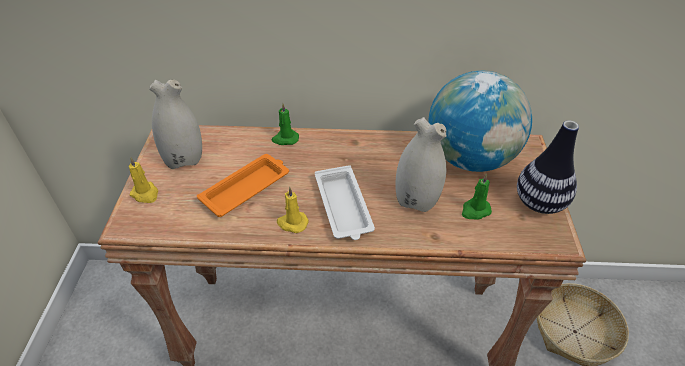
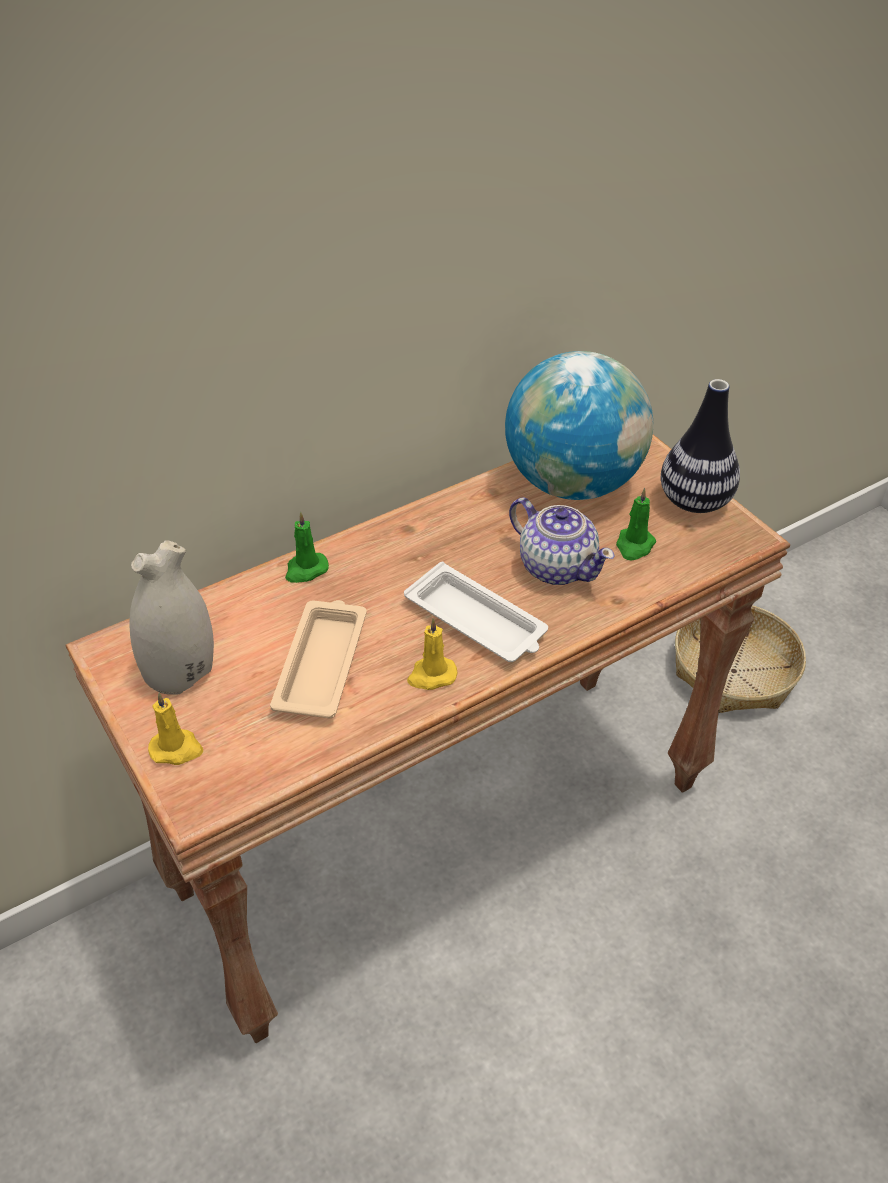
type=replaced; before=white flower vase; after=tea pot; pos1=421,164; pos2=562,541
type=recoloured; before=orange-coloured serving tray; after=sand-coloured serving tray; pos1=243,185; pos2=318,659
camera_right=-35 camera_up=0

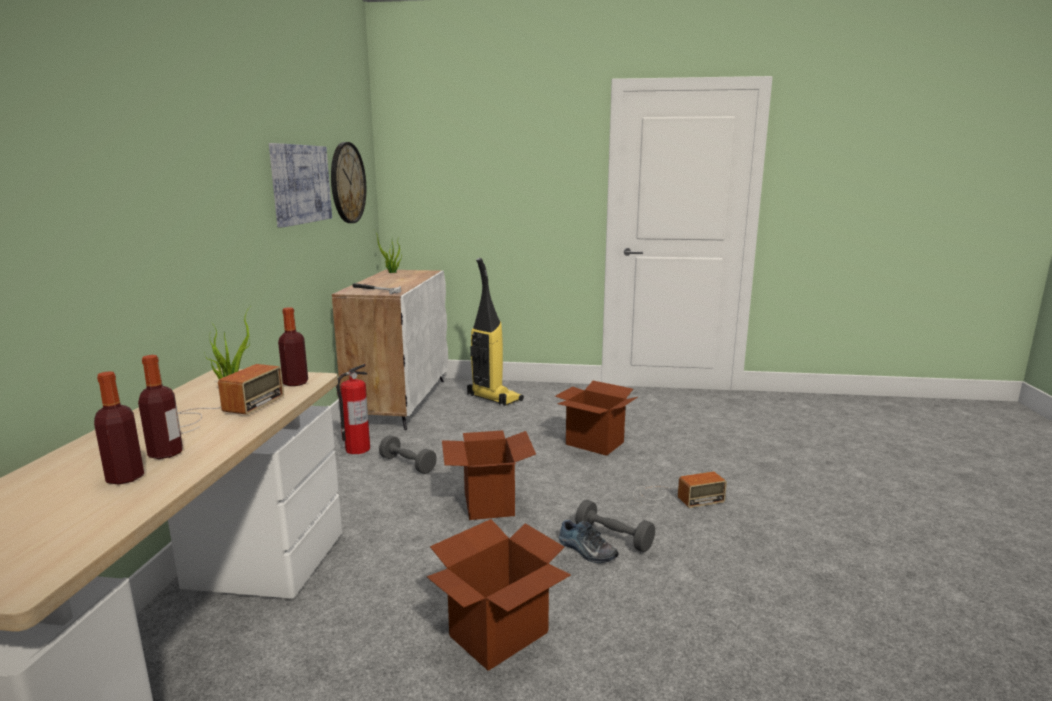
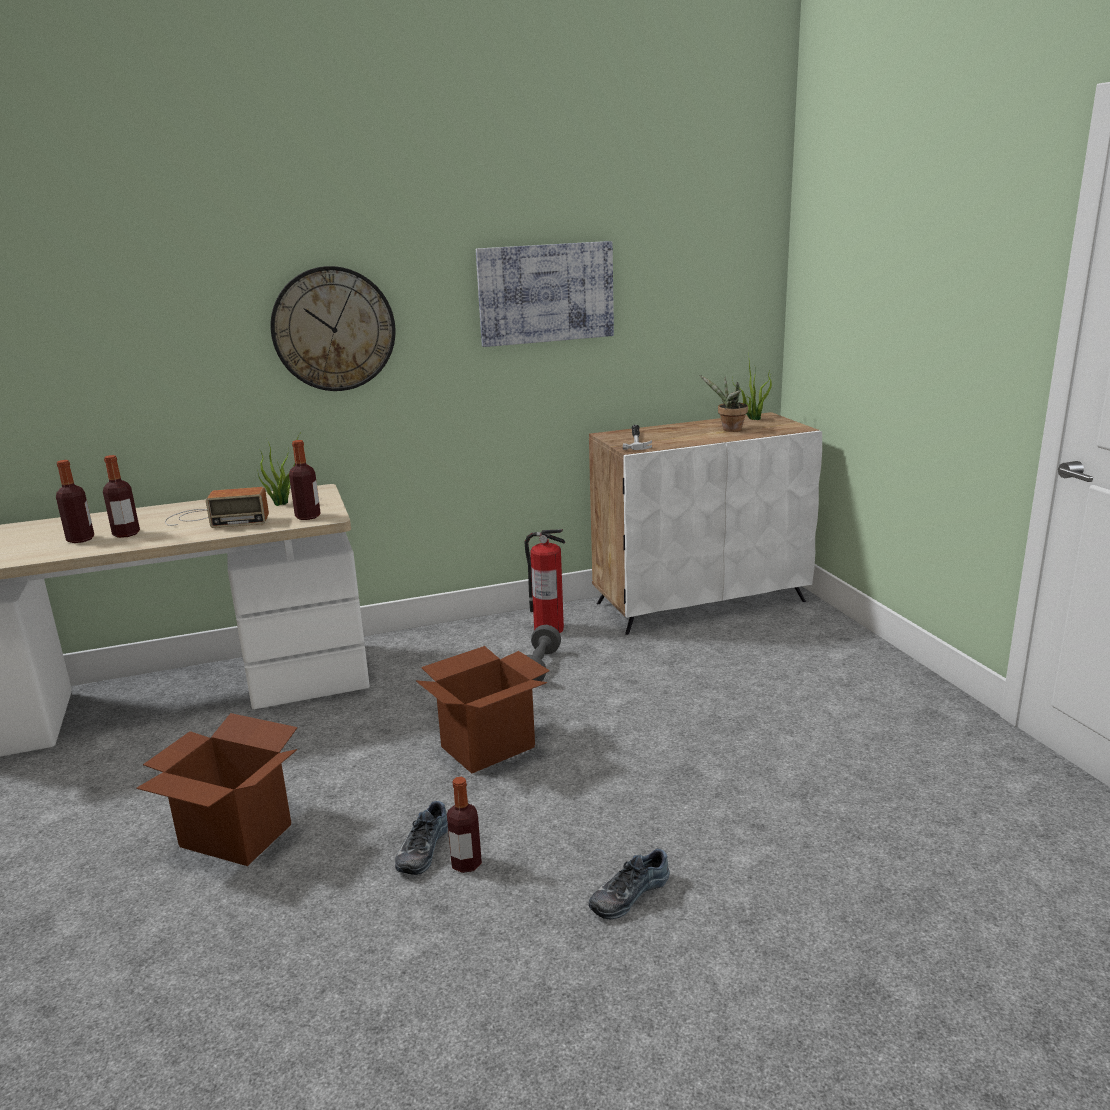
type=removed; before=vacuum; pos1=495,332
type=removed; before=carton; pos1=596,418
type=added; after=houseplant; pos2=723,403
type=moved; before=hanging clock; pos1=348,182; pos2=333,328
type=replaced; before=greyish hand weight; after=drink bottle; pos1=615,526; pos2=464,825
type=replaced; before=radio receiver; after=shoe; pos1=680,490; pos2=629,884
camera_right=65 camera_up=5

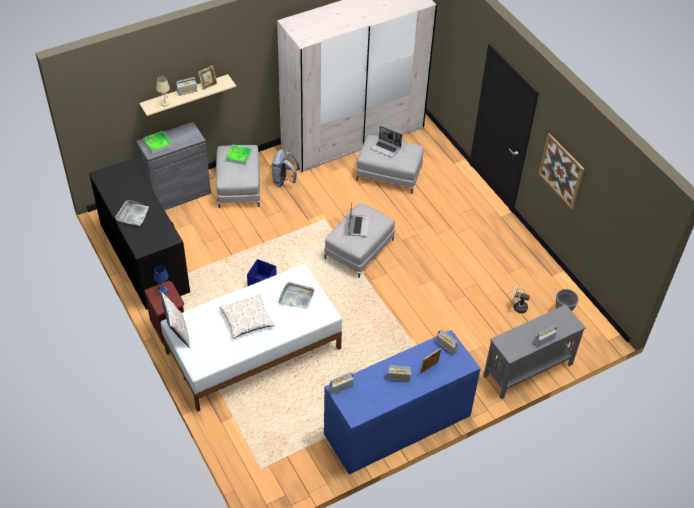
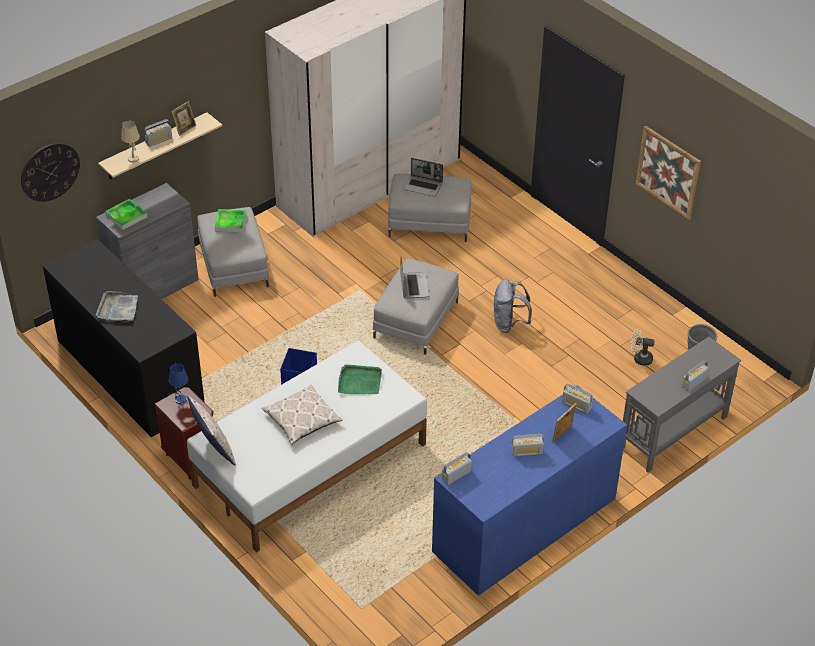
type=added; after=hanging clock; pos2=50,172
type=moved; before=greyish rucksack; pos1=285,168; pos2=513,306
type=recoloured; before=greyish serving tray; after=greenish serving tray; pos1=296,295; pos2=360,379
camera_right=-10 camera_up=-5

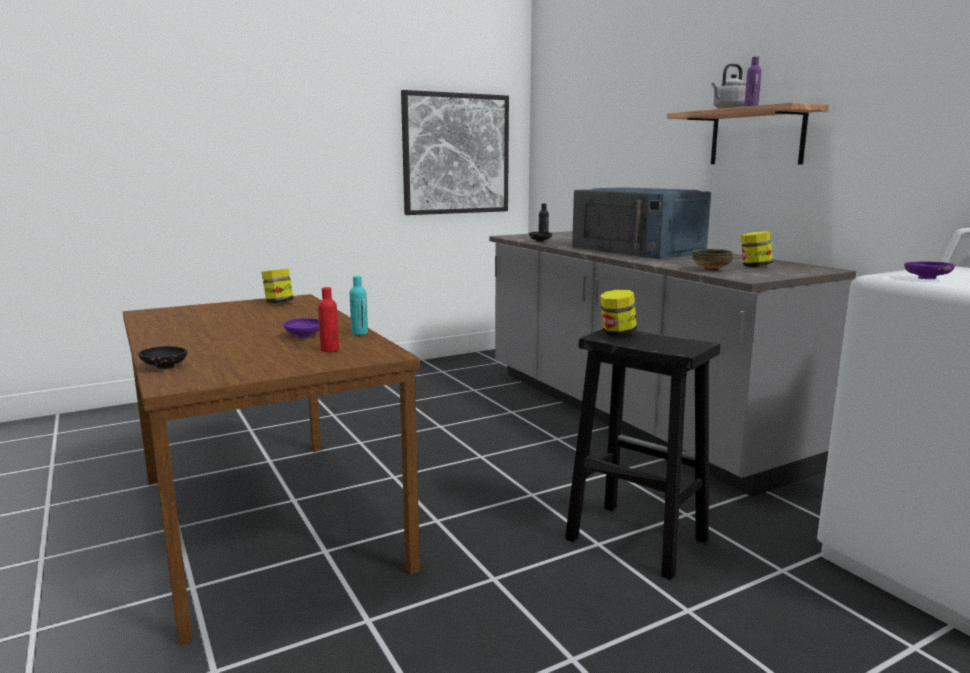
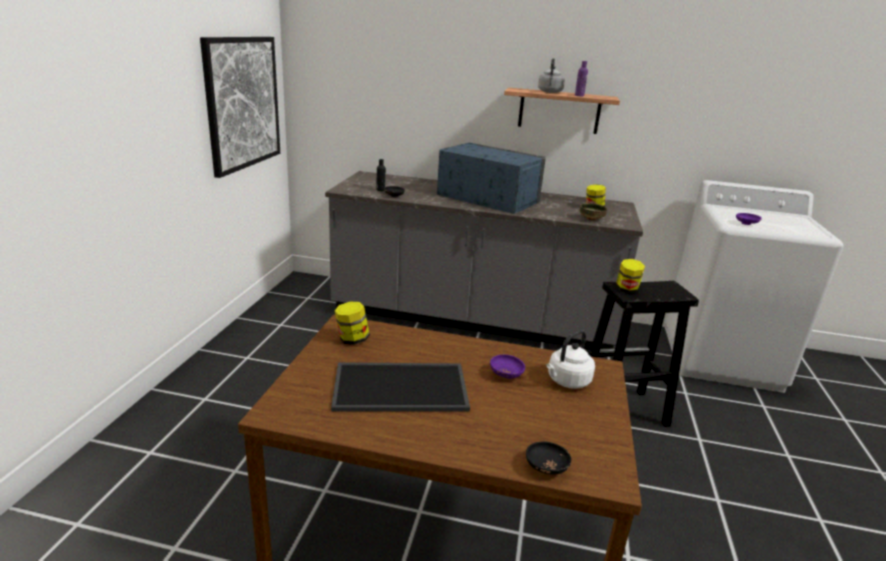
type=removed; before=turquoise drink bottle; pos1=359,305
type=added; after=serving tray; pos2=400,387
type=replaced; before=red-coloured drink bottle; after=white kettle; pos1=328,319; pos2=570,359
type=turned; before=bluish microwave; pos1=641,223; pos2=491,178; turn=-150
camera_right=-50 camera_up=10

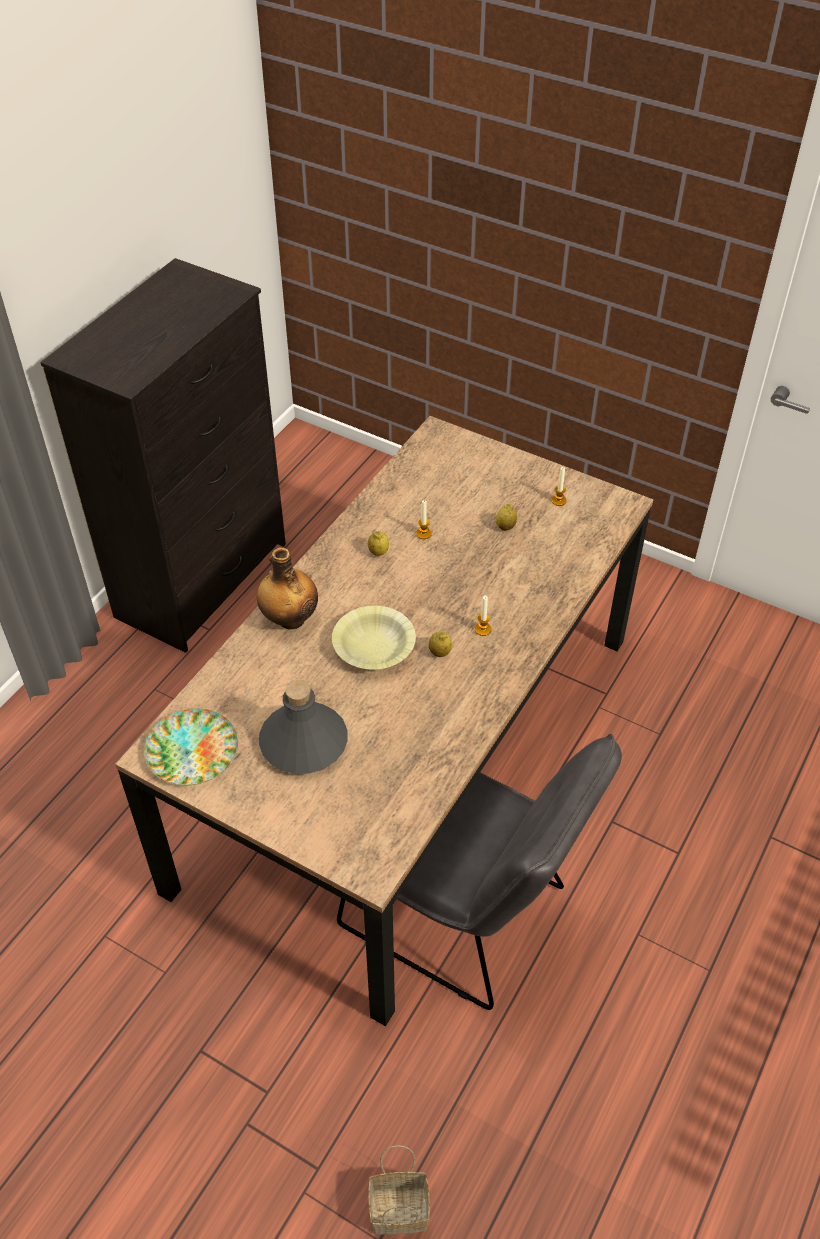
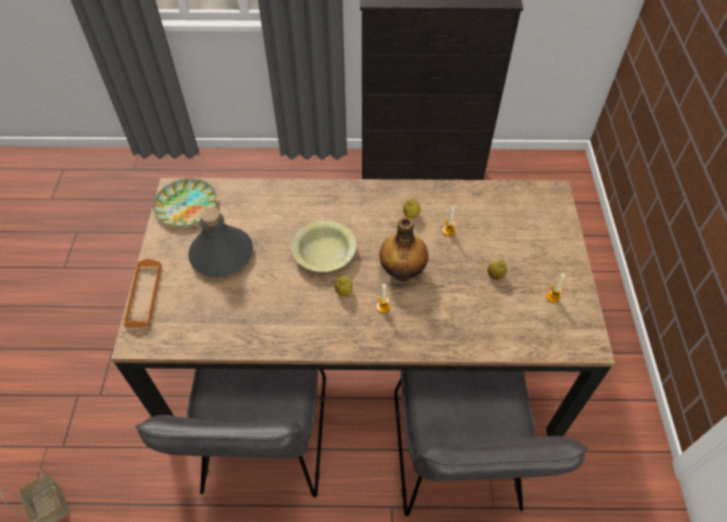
type=added; after=orange-coloured serving tray; pos2=142,293
type=added; after=greyish upright chair; pos2=491,443
type=moved; before=drink bottle; pos1=287,588; pos2=404,249
camera_right=60 camera_up=5

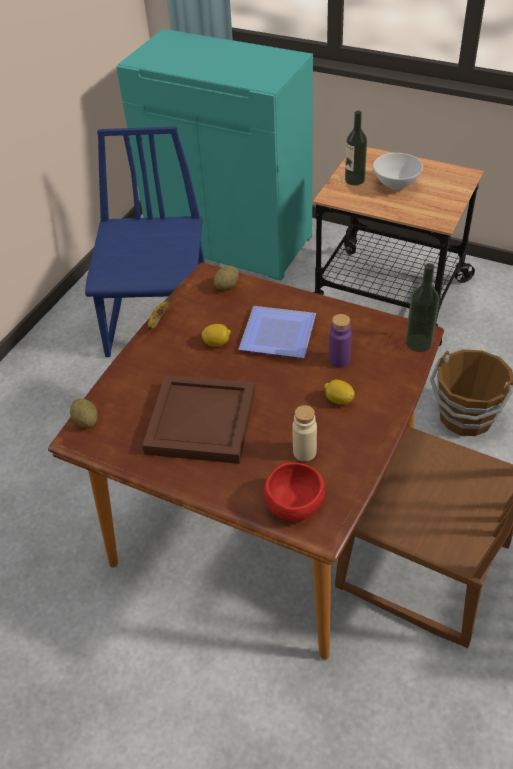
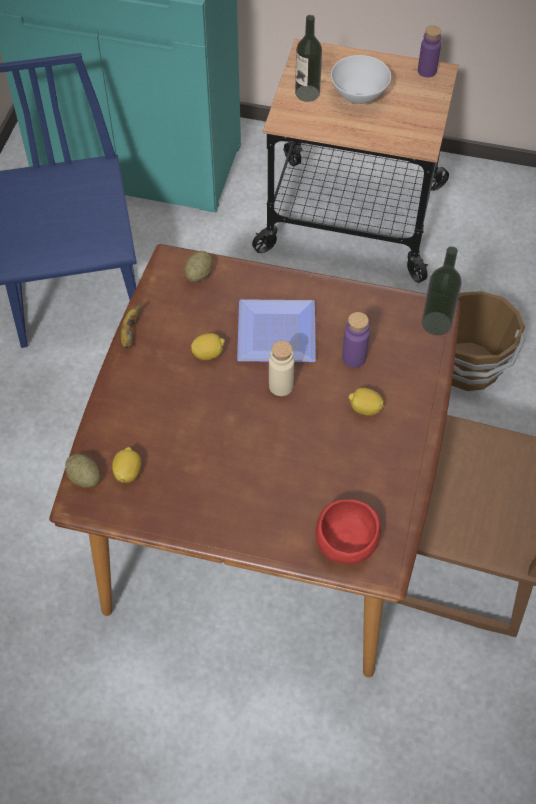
type=removed; before=brown serving tray; pos1=198,419
type=added; after=whole lemon; pos2=126,465
type=added; after=purplish drink bottle; pos2=429,51
type=moved; before=sand-coloured drink bottle; pos1=305,433; pos2=281,368
camera_right=-15 camera_up=10

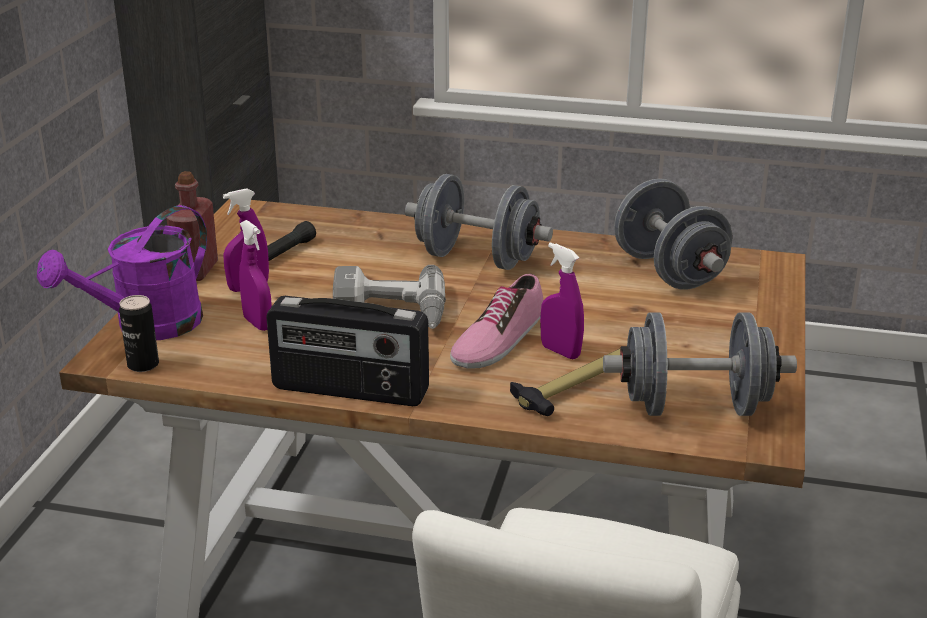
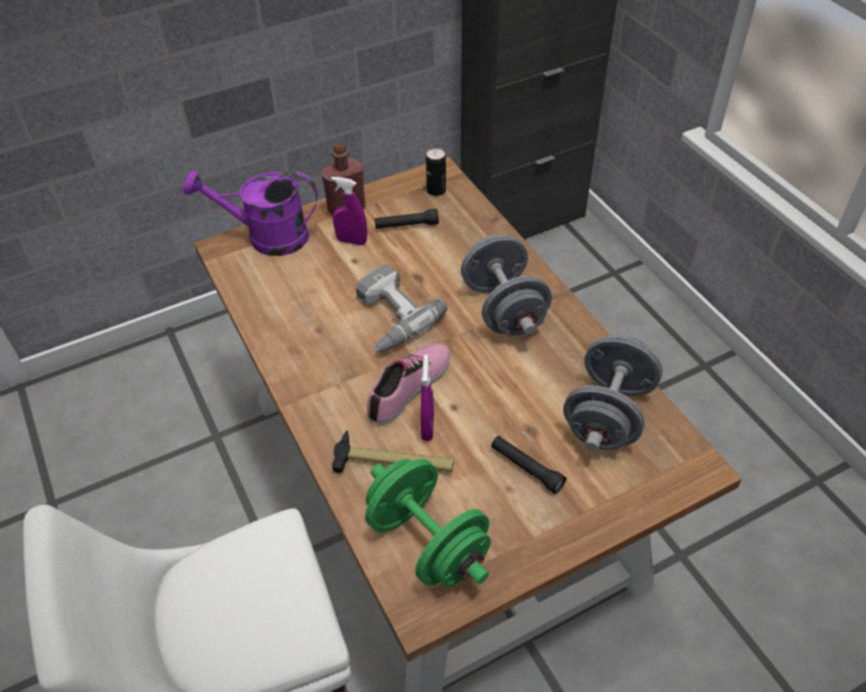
type=removed; before=purplish sprayer; pos1=255,275
type=removed; before=radio receiver; pos1=347,351
type=added; after=black flashlight; pos2=528,465
type=moved; before=metal can; pos1=139,333; pos2=436,172
type=recoloured; before=greyish hand weight; after=greenish hand weight; pos1=700,364; pos2=428,523
type=turned; before=shoe; pos1=497,321; pos2=408,383; turn=135
camera_right=50 camera_up=20

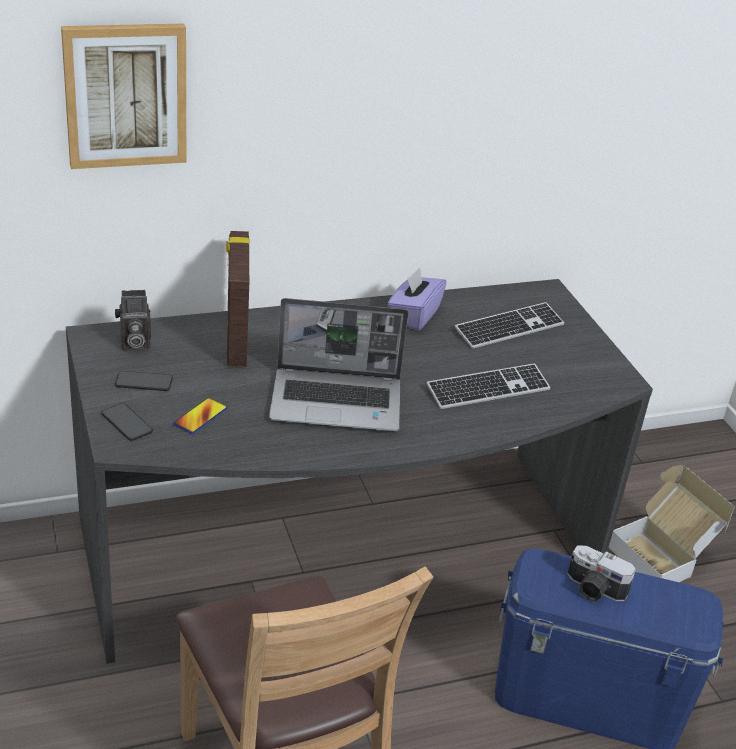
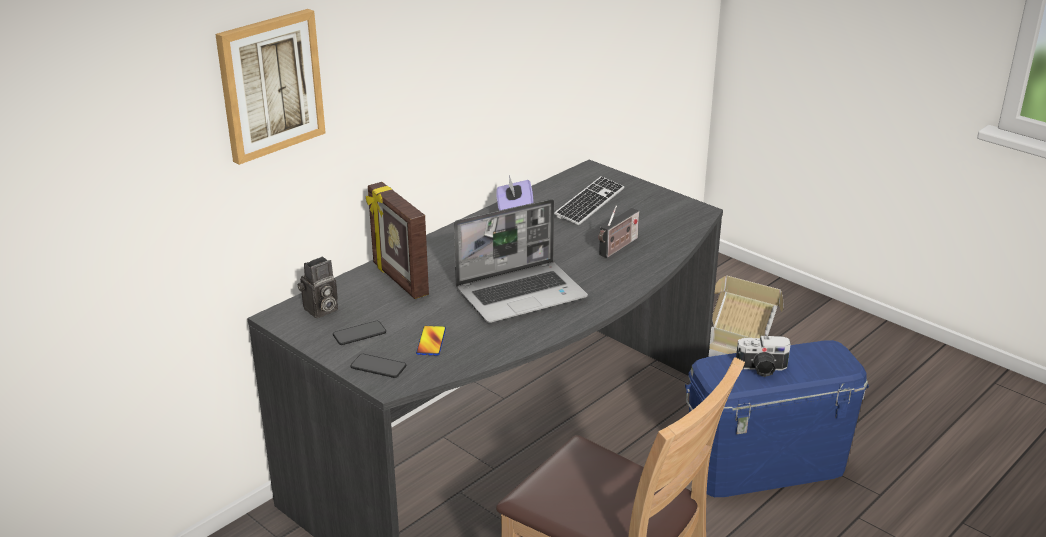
type=replaced; before=keyboard; after=radio receiver; pos1=488,386; pos2=619,232
camera_right=-25 camera_up=-5

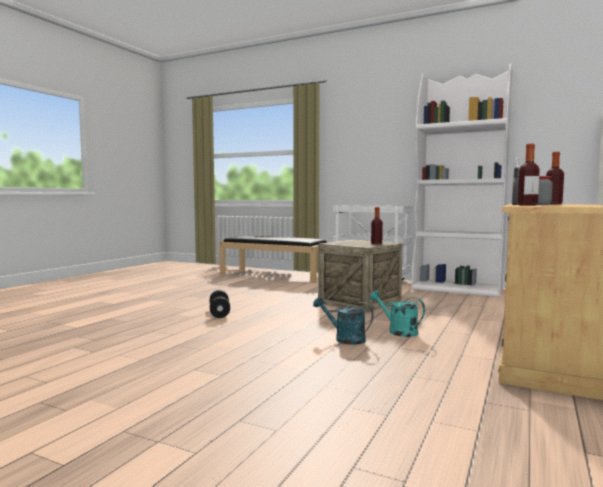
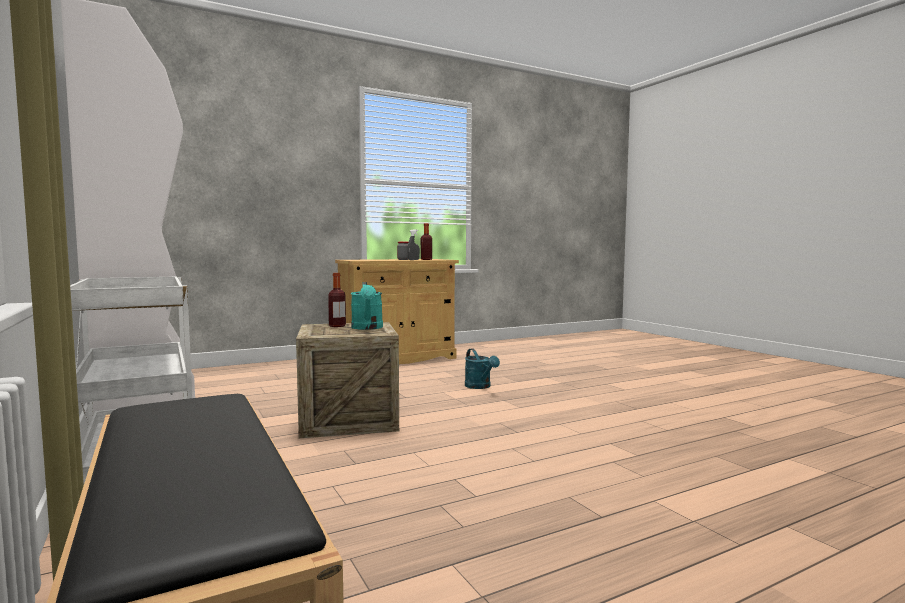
type=removed; before=black hand weight; pos1=220,304
type=removed; before=drink bottle; pos1=555,178
type=moved; before=turquoise sprinkling can; pos1=397,313; pos2=367,306
camera_right=-145 camera_up=0

